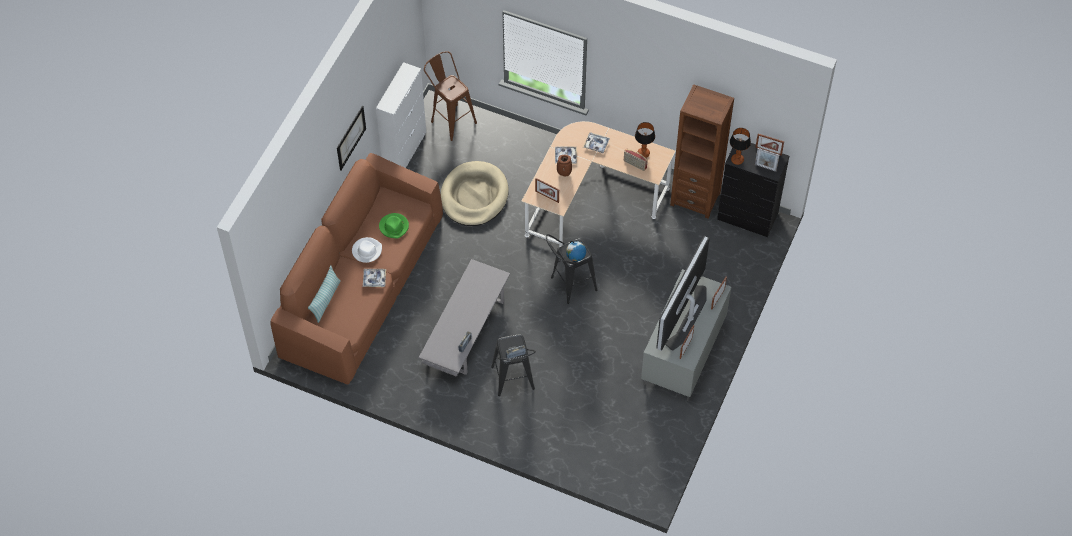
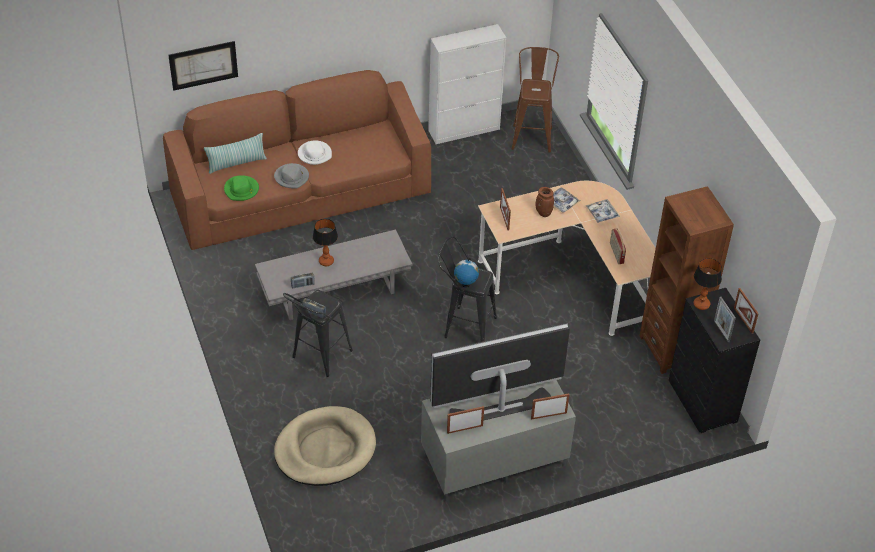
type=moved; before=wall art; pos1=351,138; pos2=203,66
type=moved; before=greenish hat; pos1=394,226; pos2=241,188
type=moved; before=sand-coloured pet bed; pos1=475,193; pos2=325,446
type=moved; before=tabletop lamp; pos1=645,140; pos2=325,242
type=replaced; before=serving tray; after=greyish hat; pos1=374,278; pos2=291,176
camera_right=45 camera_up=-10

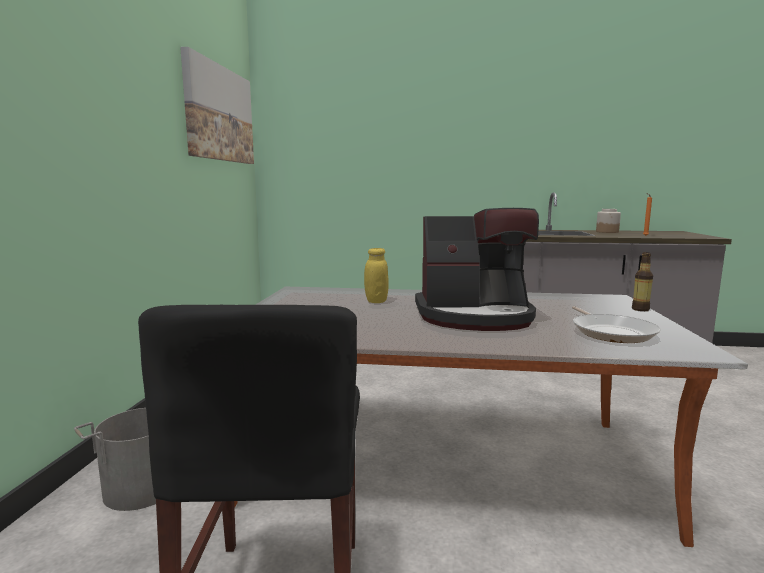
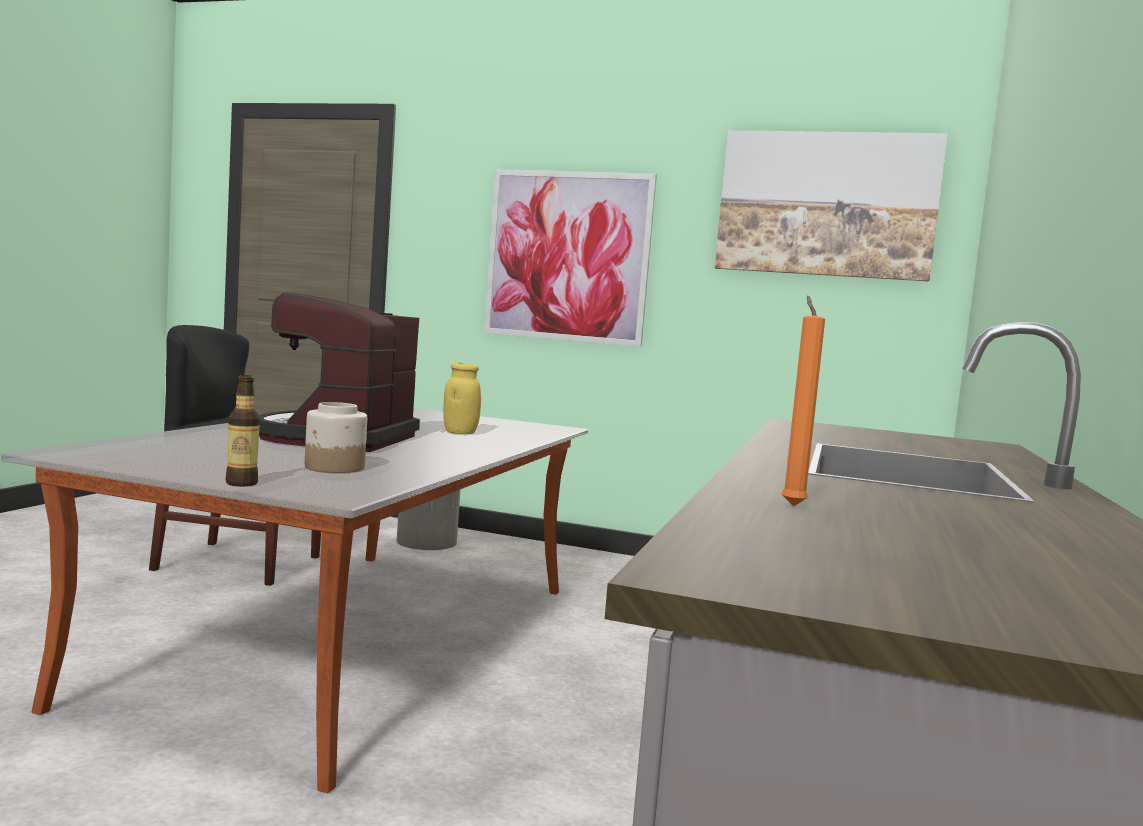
type=removed; before=skillet; pos1=616,324
type=added; after=wall art; pos2=570,258
type=moved; before=storage jar; pos1=608,221; pos2=336,437
camera_right=100 camera_up=-5

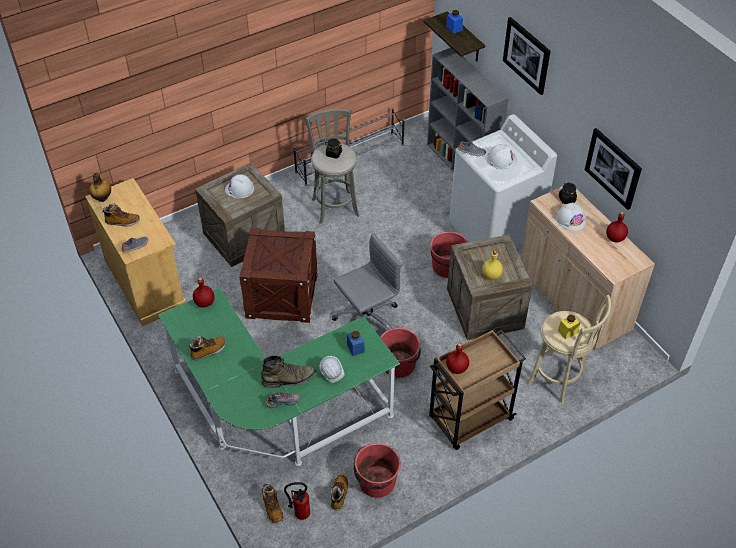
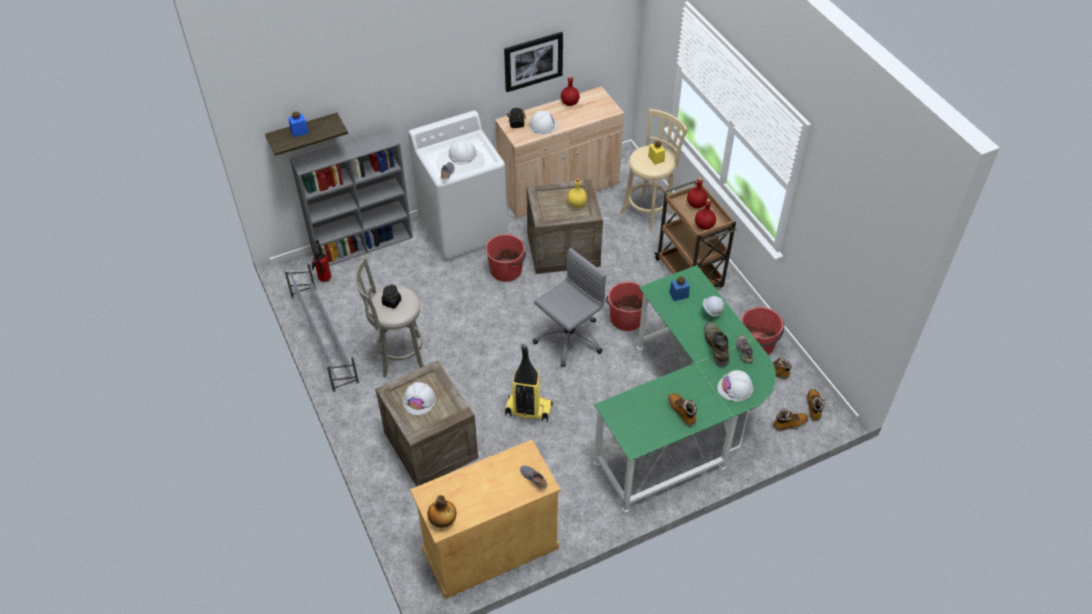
type=removed; before=wall art; pos1=527,56
type=added; after=white safety helmet; pos2=735,385
type=moved; before=tall boot; pos1=121,215; pos2=816,405
type=moved; before=red-coloured drink bottle; pos1=204,292; pos2=697,192
type=moved; before=fire extinguisher; pos1=297,501; pos2=321,261
type=replaced; before=packing crate; after=vacuum; pos1=278,275; pos2=529,383
type=turned; before=greyish office chair; pos1=367,281; pos2=570,307; turn=75
camera_right=-85 camera_up=0

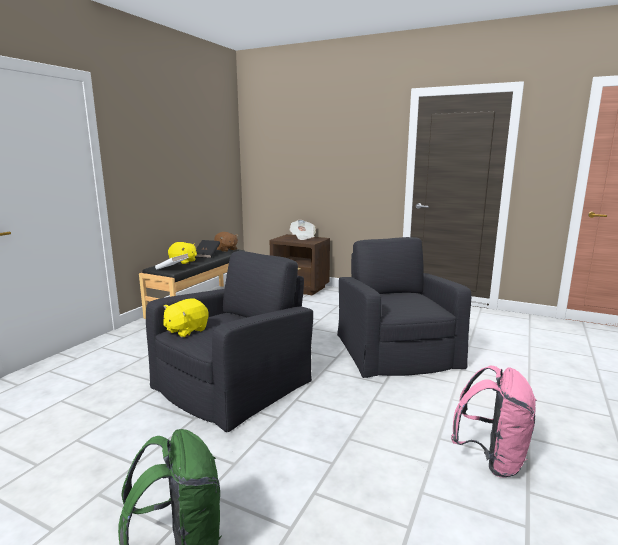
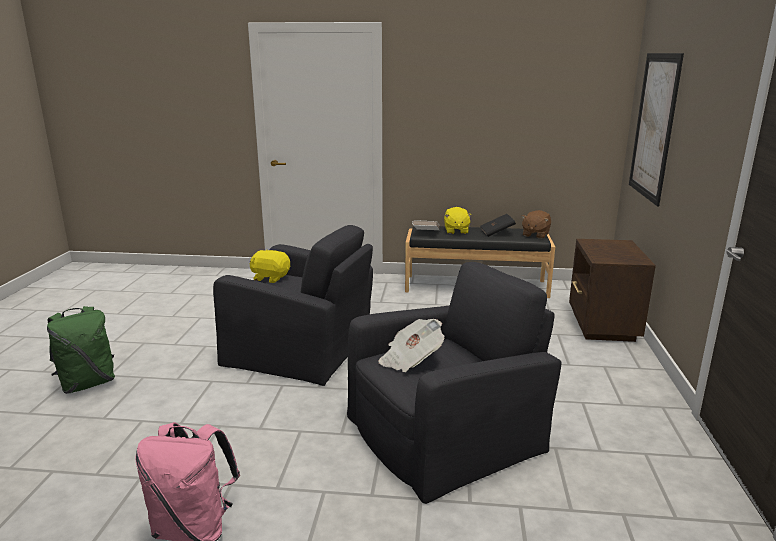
type=added; after=wall art; pos2=656,129
type=moved; before=daily paper; pos1=302,230; pos2=411,345
camera_right=70 camera_up=5

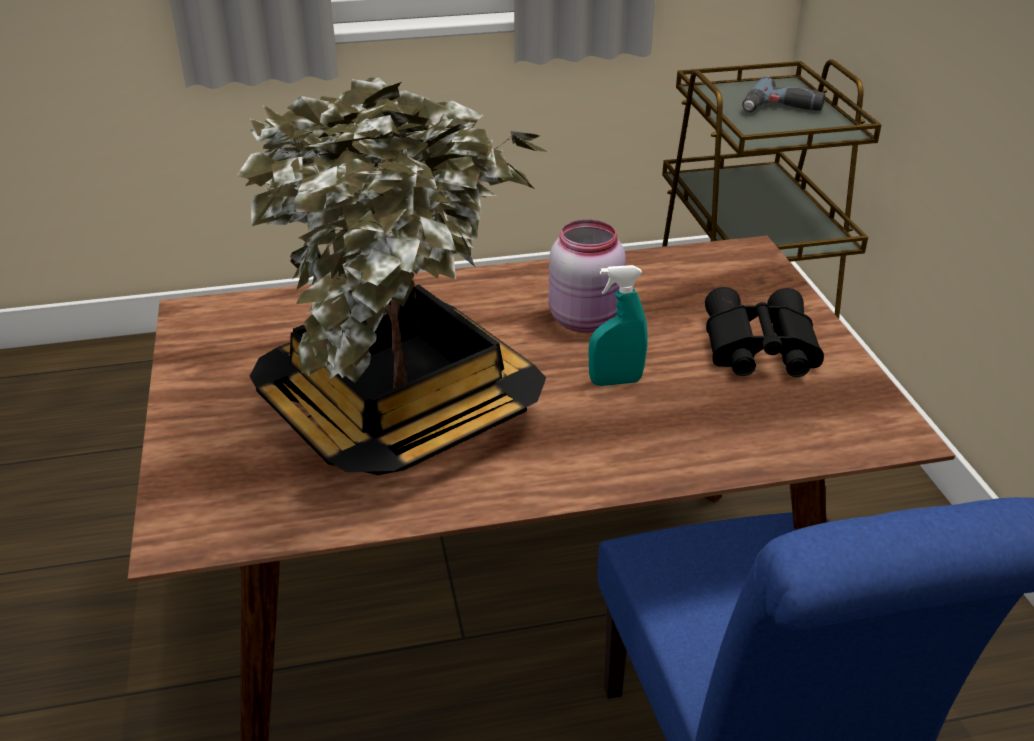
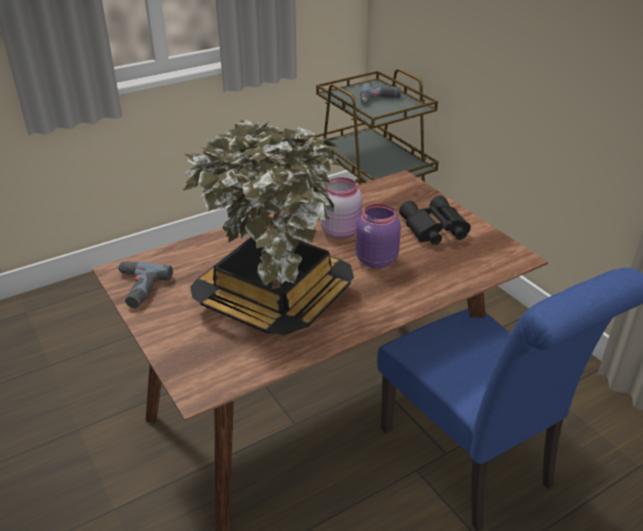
type=added; after=power drill; pos2=145,284
type=replaced; before=turquoise sprayer; after=purplish storage jar; pos1=618,325; pos2=378,236
camera_right=-20 camera_up=0

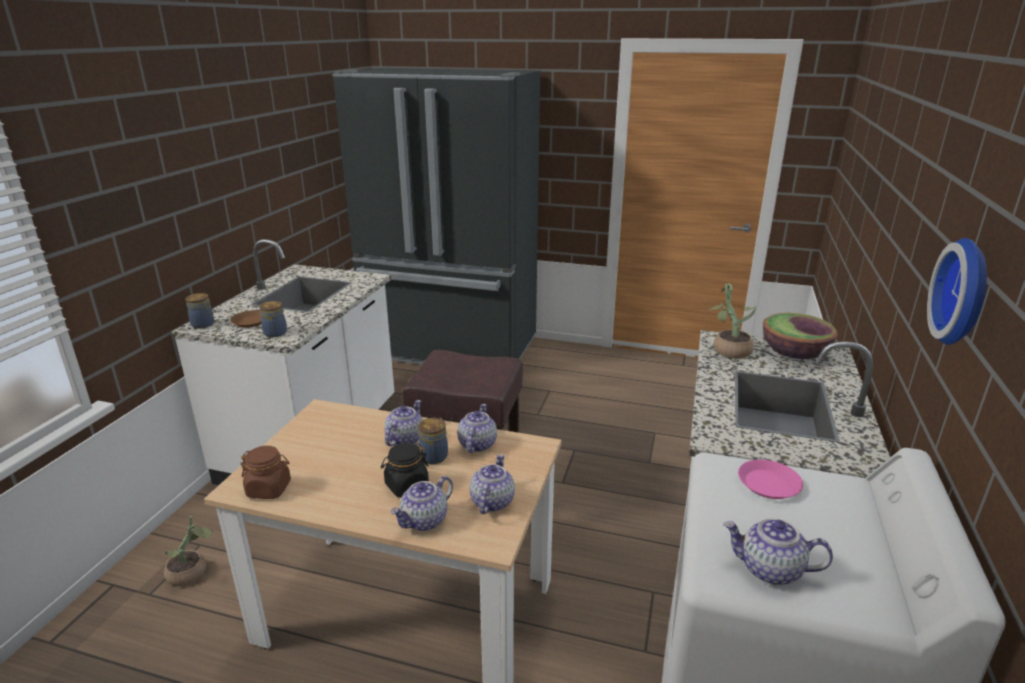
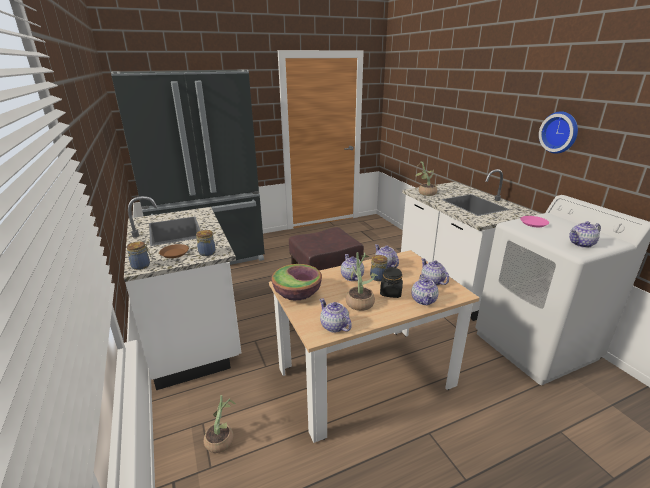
type=added; after=houseplant; pos2=362,281
type=moved; before=deep dish; pos1=800,336; pos2=296,282
type=replaced; before=brown storage jar; after=tea pot; pos1=265,472; pos2=336,315
camera_right=-40 camera_up=0

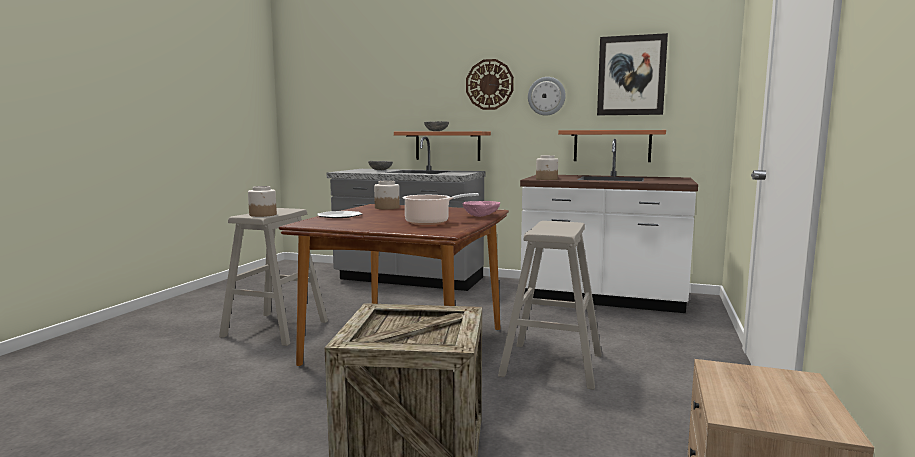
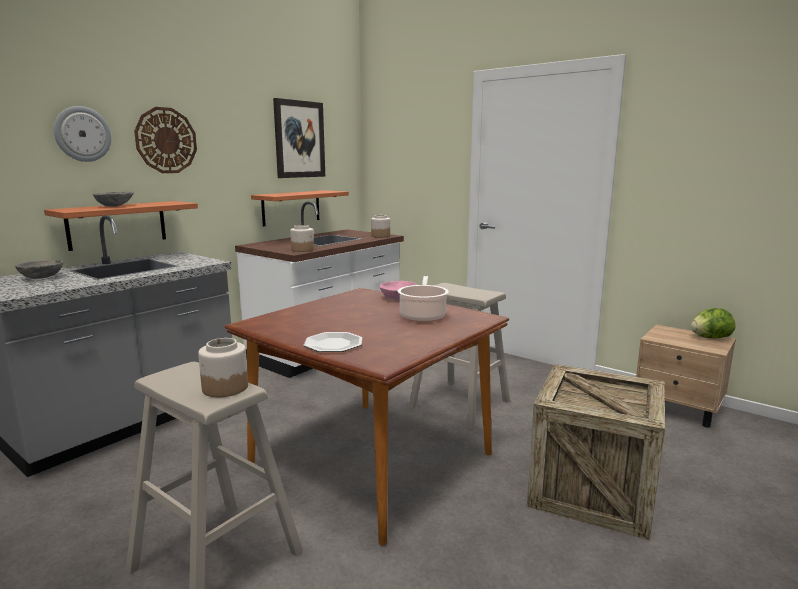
type=added; after=head of lettuce; pos2=713,323
type=moved; before=storage jar; pos1=386,194; pos2=380,226
type=moved; before=hanging clock; pos1=547,96; pos2=83,134
camera_right=-70 camera_up=5

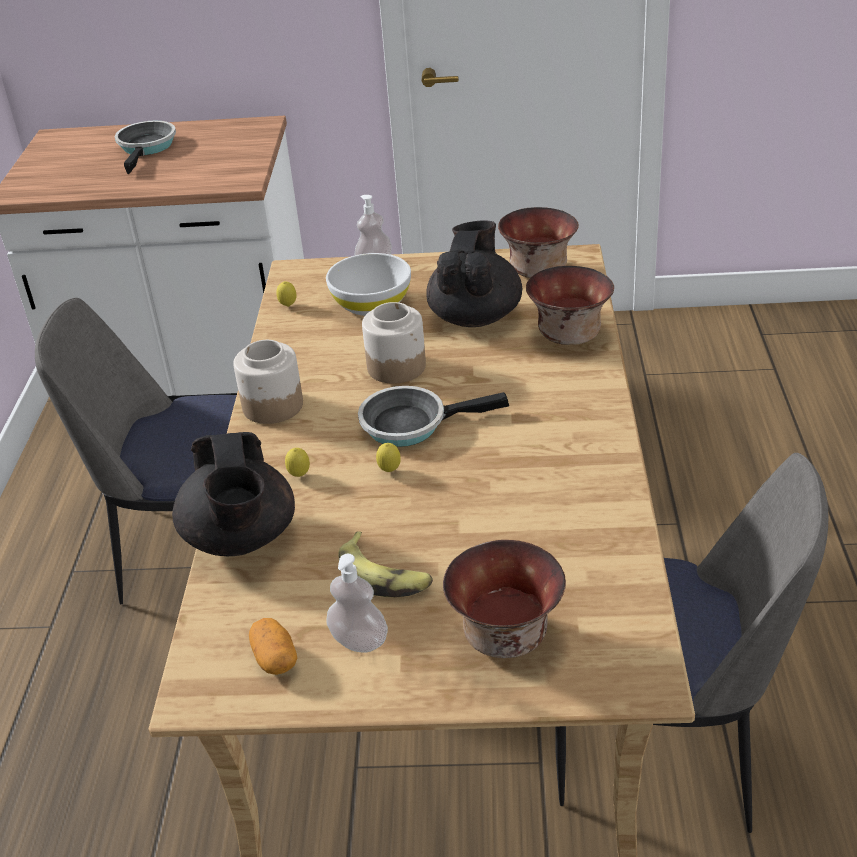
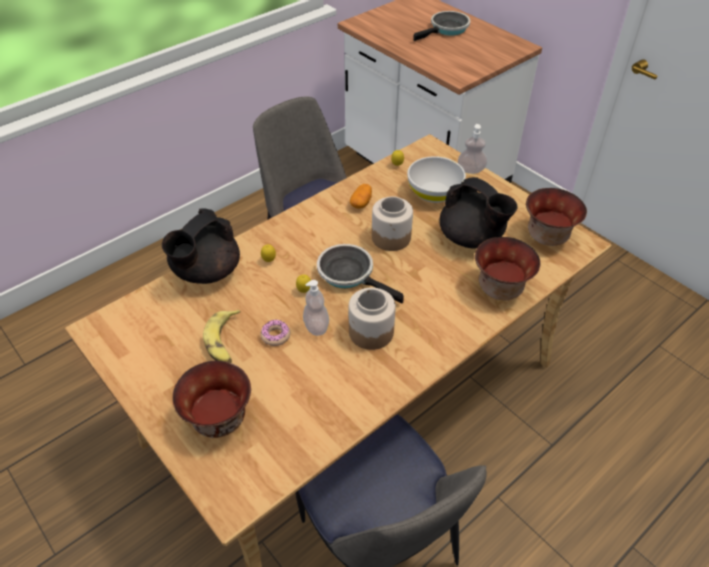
type=added; after=donut; pos2=275,333
type=moved; before=storage jar; pos1=268,382; pos2=372,319
type=moved; before=potato; pos1=273,646; pos2=361,196
type=moved; before=soap bottle; pos1=357,603; pos2=316,308
type=turned; before=black tea pot; pos1=474,273; pos2=478,213; turn=75
camera_right=45 camera_up=10

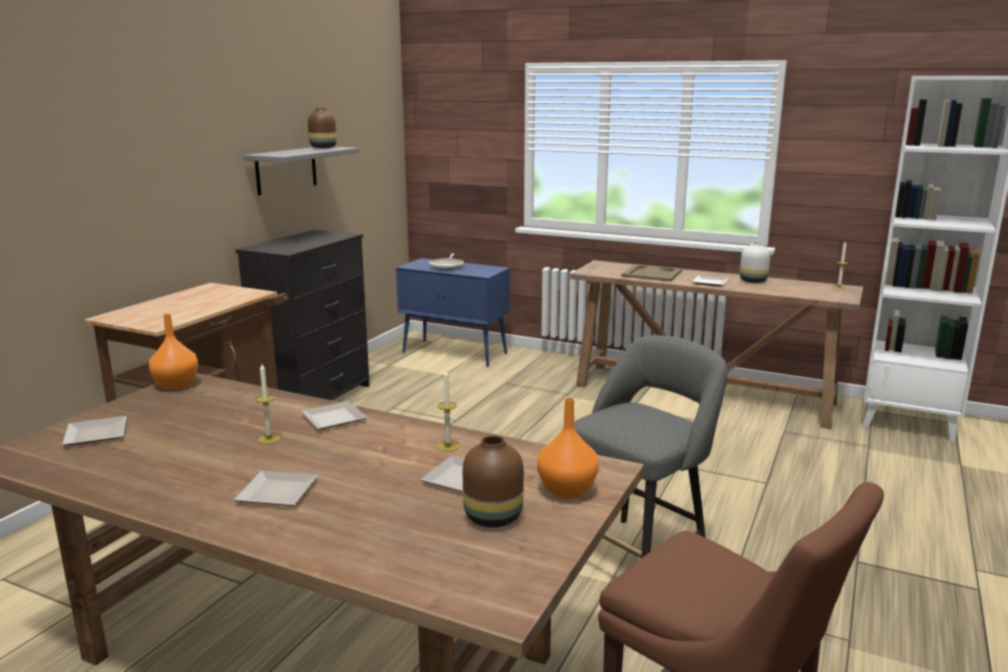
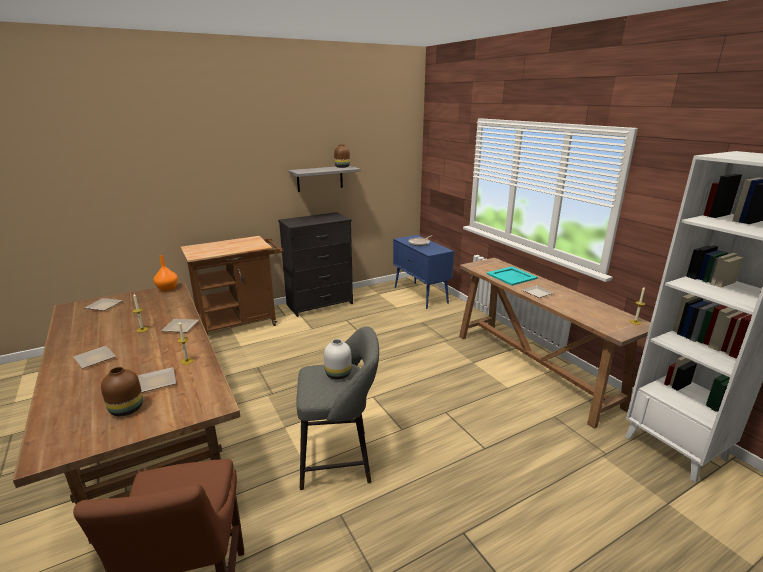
type=removed; before=orange-coloured flower vase; pos1=568,448
type=moved; before=white flower vase; pos1=755,262; pos2=338,359
type=recoloured; before=sand-coloured serving tray; after=turquoise serving tray; pos1=652,273; pos2=512,276
camera_right=35 camera_up=5

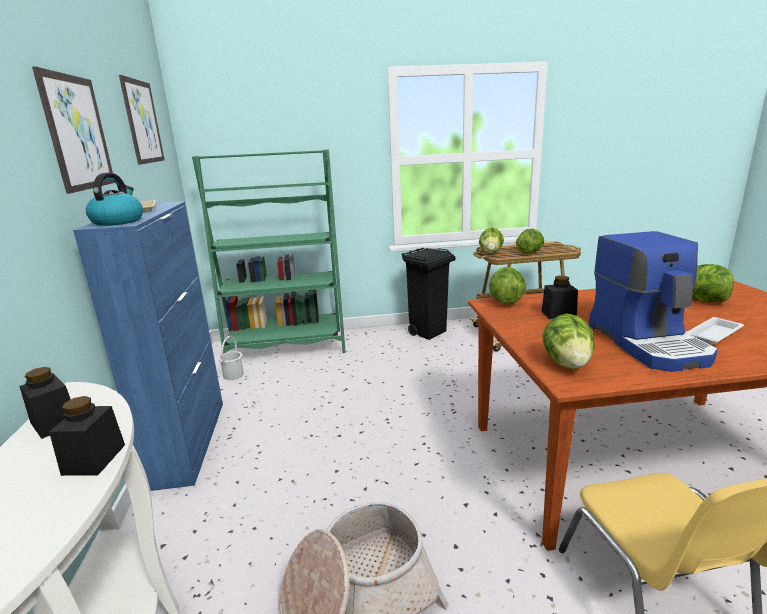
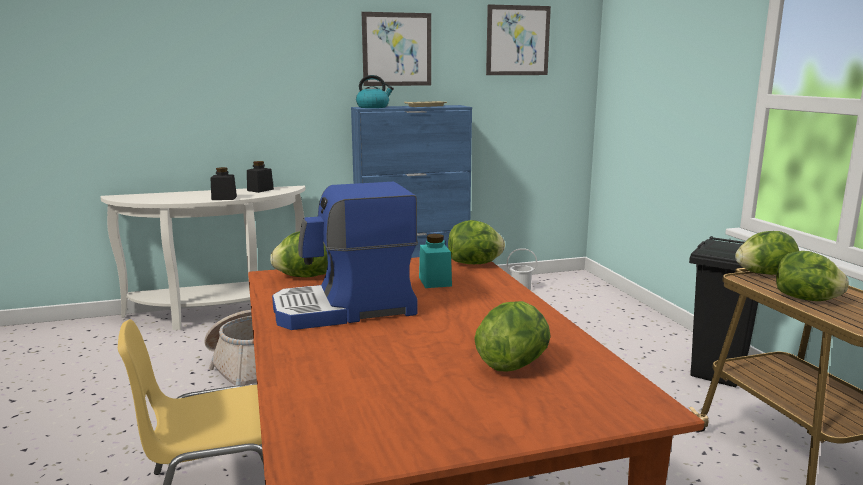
type=removed; before=greenish shelving unit; pos1=269,251
type=removed; before=white serving tray; pos1=715,331
type=recoloured; before=black storage jar; after=turquoise storage jar; pos1=560,297; pos2=435,261
camera_right=80 camera_up=-5

